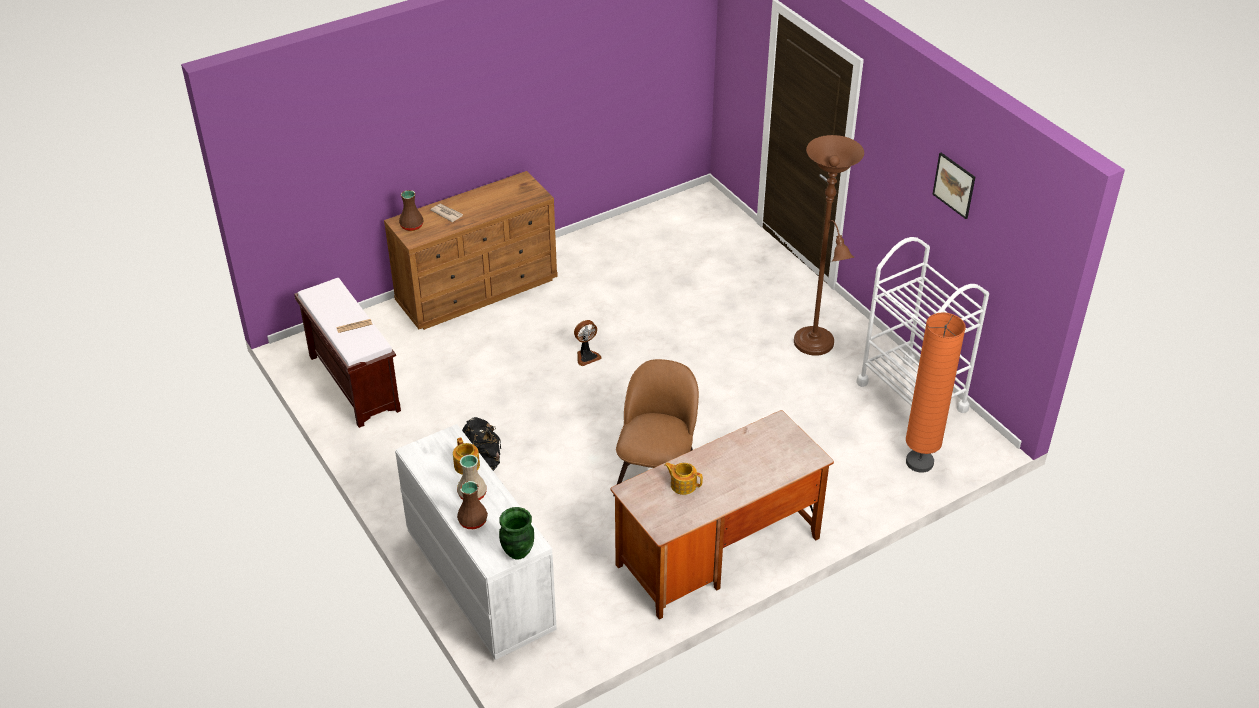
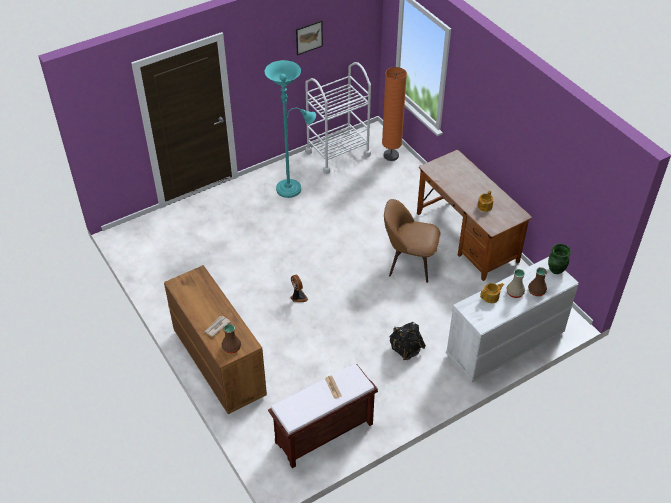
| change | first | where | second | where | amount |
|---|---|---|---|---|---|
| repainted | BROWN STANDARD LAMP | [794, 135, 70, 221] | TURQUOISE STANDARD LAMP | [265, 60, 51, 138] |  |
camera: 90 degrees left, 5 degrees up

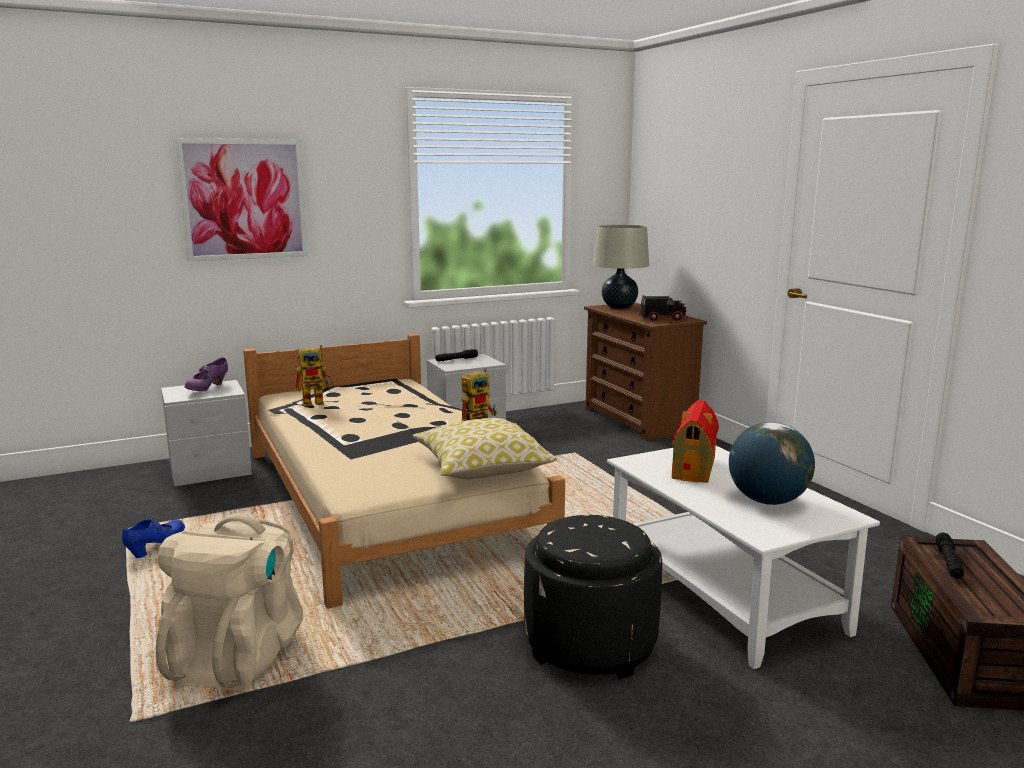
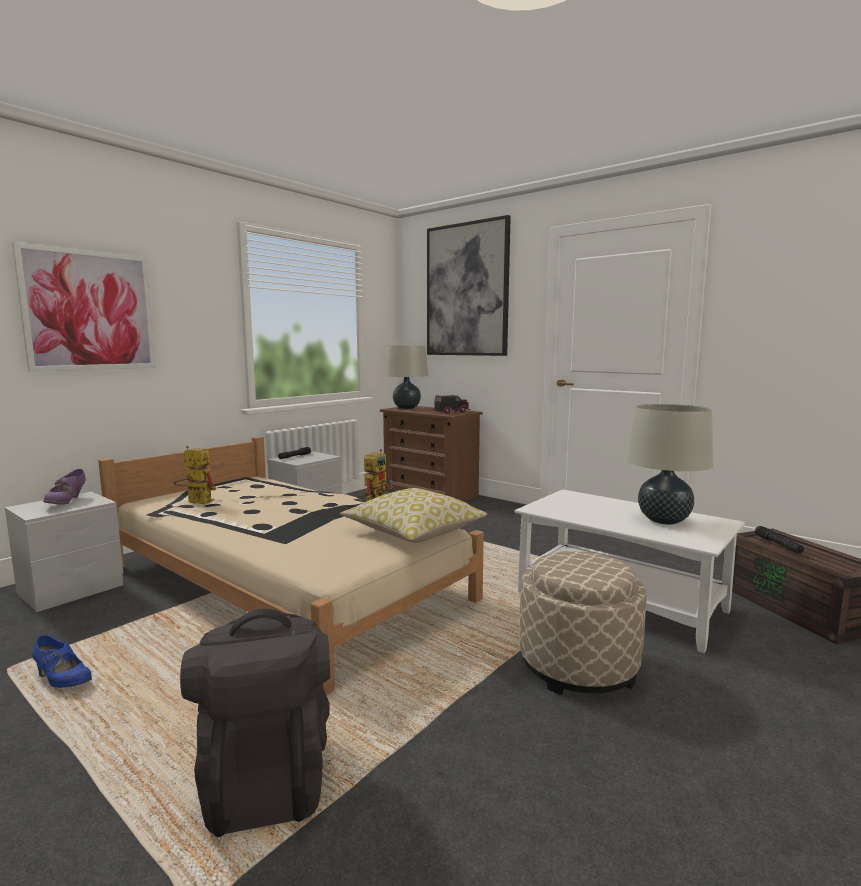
| change | first | where | second | where | amount |
|---|---|---|---|---|---|
| rotated | BLUISH SHOE | [122, 519, 63, 39] |  | [32, 635, 60, 53] | 120 degrees clockwise |
| repainted | BEIGE-COLOURED KNAPSACK | [155, 513, 148, 177] | BLACK-COLOURED KNAPSACK | [180, 609, 150, 228] |  |
| rotated | MODEL ROBOT | [295, 345, 38, 61] |  | [174, 446, 42, 59] | 120 degrees counterclockwise |
| repainted | BLACK-COLOURED FOOTREST | [524, 515, 138, 164] | BEIGE-COLOURED FOOTREST | [519, 551, 127, 144] |  |
| gone | MINIATURE HOUSE | [672, 400, 47, 83] |  |  |  |
| swapped | GLOBE | [729, 422, 86, 83] | BEIGE-COLOURED TABLE LAMP | [626, 404, 88, 121] |  |
| new |  |  | PICTURE | [427, 215, 84, 141] |  |
camera: 25 degrees left, 5 degrees down

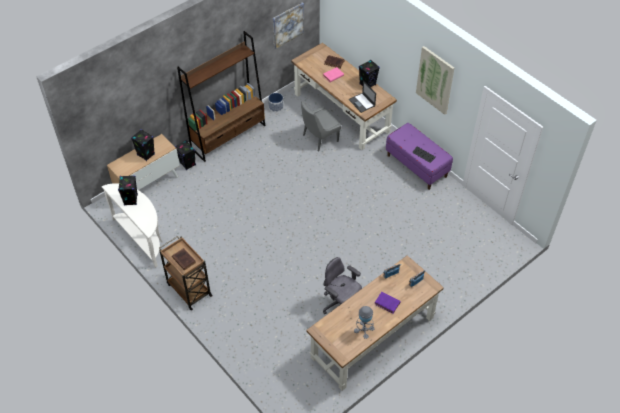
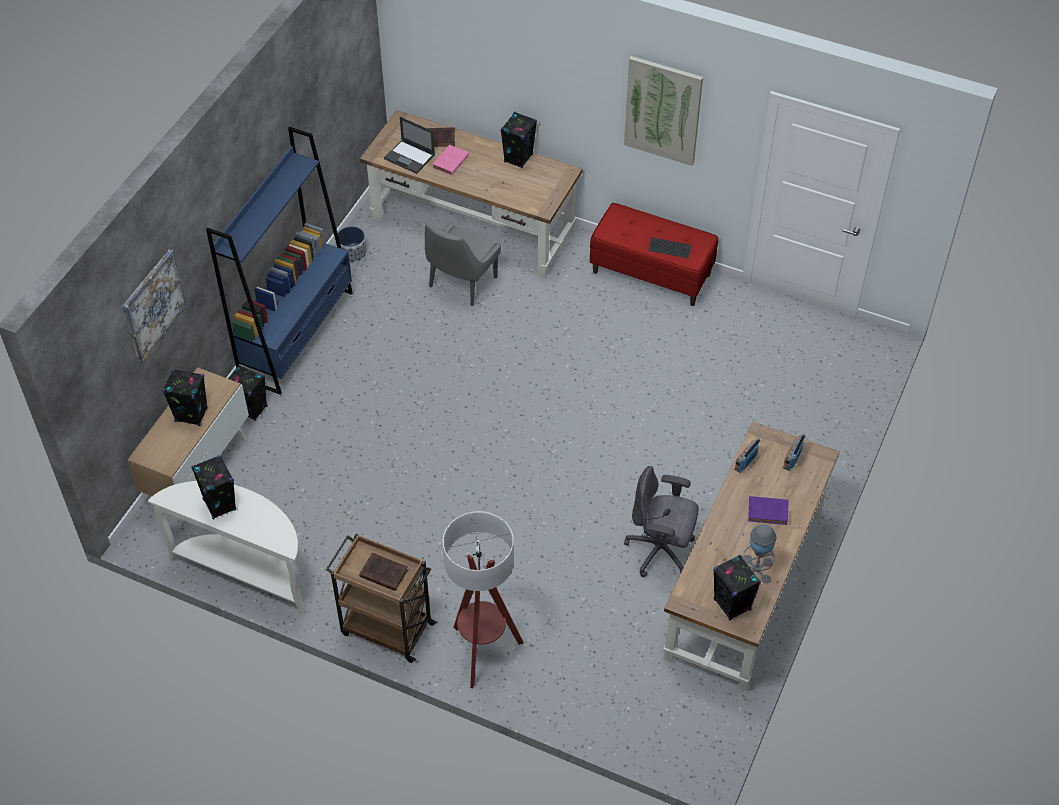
| change | first | where | second | where | amount |
|---|---|---|---|---|---|
| repainted | BROWN BOOKSHELF | [177, 31, 88, 131] | BLUISH BOOKSHELF | [206, 127, 147, 268] |  |
| shifted | PICTURE | [273, 2, 31, 47] |  | [122, 250, 65, 113] |  |
| shifted | LAPTOP | [349, 80, 27, 33] |  | [384, 117, 51, 57] |  |
| repainted | PURPLISH BENCH | [386, 123, 67, 67] | RED BENCH | [590, 203, 128, 103] |  |
| new |  |  | STANDARD LAMP | [443, 511, 81, 177] |  |
| new |  |  | BLACK-COLOURED AUDIO SPEAKER | [713, 555, 48, 66] |  |
camera: 25 degrees left, 0 degrees up

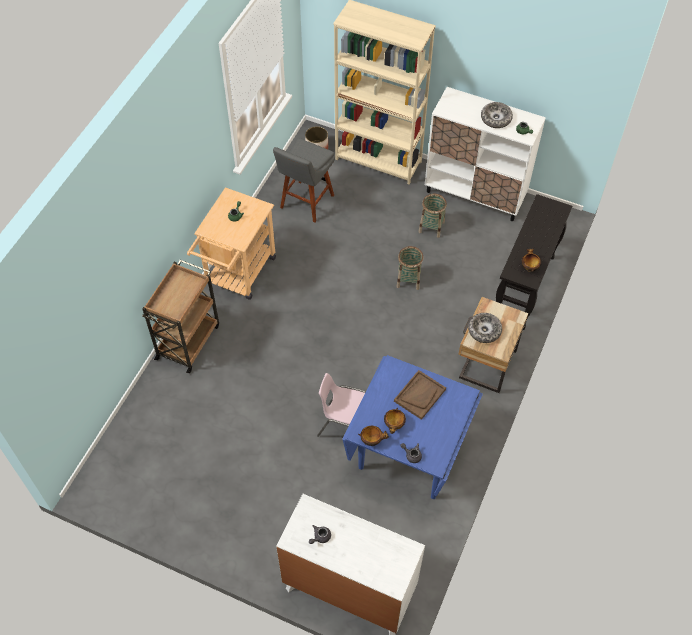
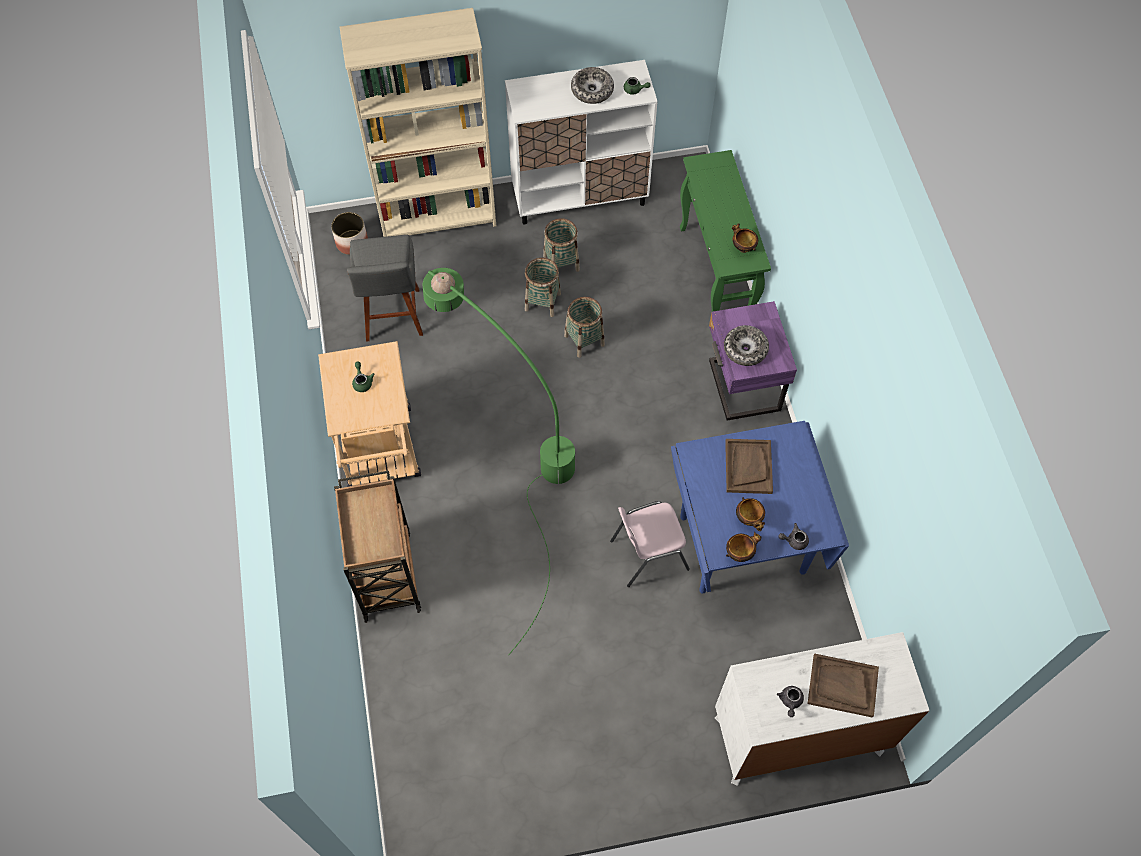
| change | first | where | second | where | amount |
|---|---|---|---|---|---|
| repainted | BEIGE-COLOURED BEDSIDE TABLE | [458, 297, 70, 96] | PURPLISH BEDSIDE TABLE | [709, 301, 88, 120] |  |
| repainted | BLACK-COLOURED CONSOLE TABLE | [496, 194, 76, 136] | GREEN-COLOURED CONSOLE TABLE | [680, 150, 91, 162] |  |
| new |  |  | GREEN-COLOURED STANDARD LAMP | [423, 268, 152, 387] |  |
| new |  |  | BASKET | [525, 258, 36, 59] |  |
| new |  |  | BROWN TRAY | [808, 654, 71, 64] |  |
camera: 35 degrees left, 5 degrees up

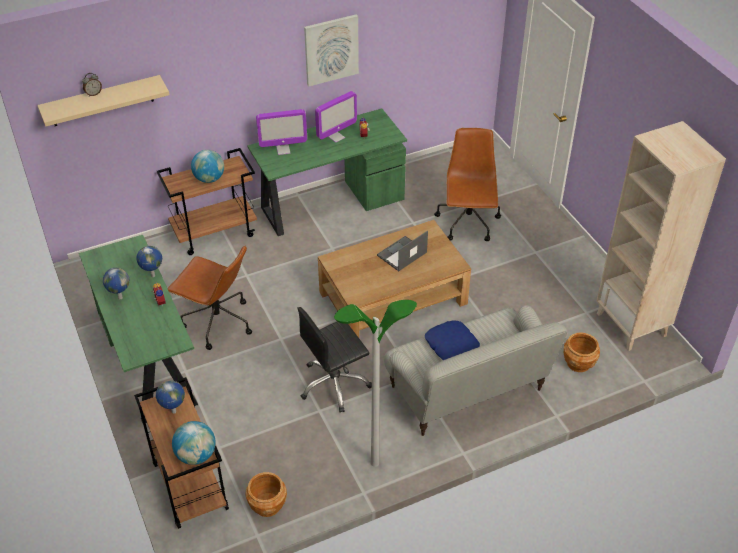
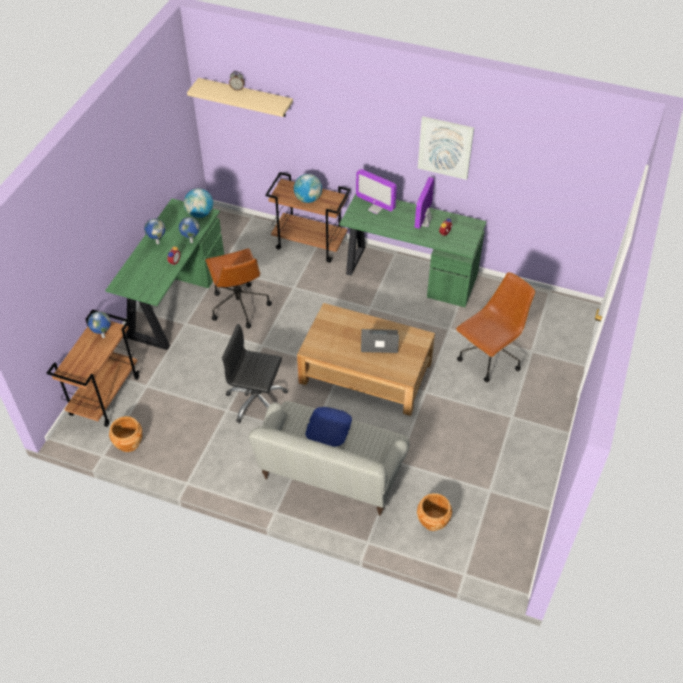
| change | first | where | second | where | amount |
|---|---|---|---|---|---|
| shifted | GLOBE | [172, 421, 44, 44] |  | [184, 188, 29, 30] |  |
| rotated | COMPUTER SCREEN | [315, 91, 42, 52] |  | [415, 177, 19, 52] | 105 degrees clockwise |
| gone | STANDARD LAMP | [334, 300, 83, 167] |  |  |  |
| gone | BEIGE-COLOURED BOOKSHELF | [596, 121, 130, 230] |  |  |  |
camera: 45 degrees right, 5 degrees up

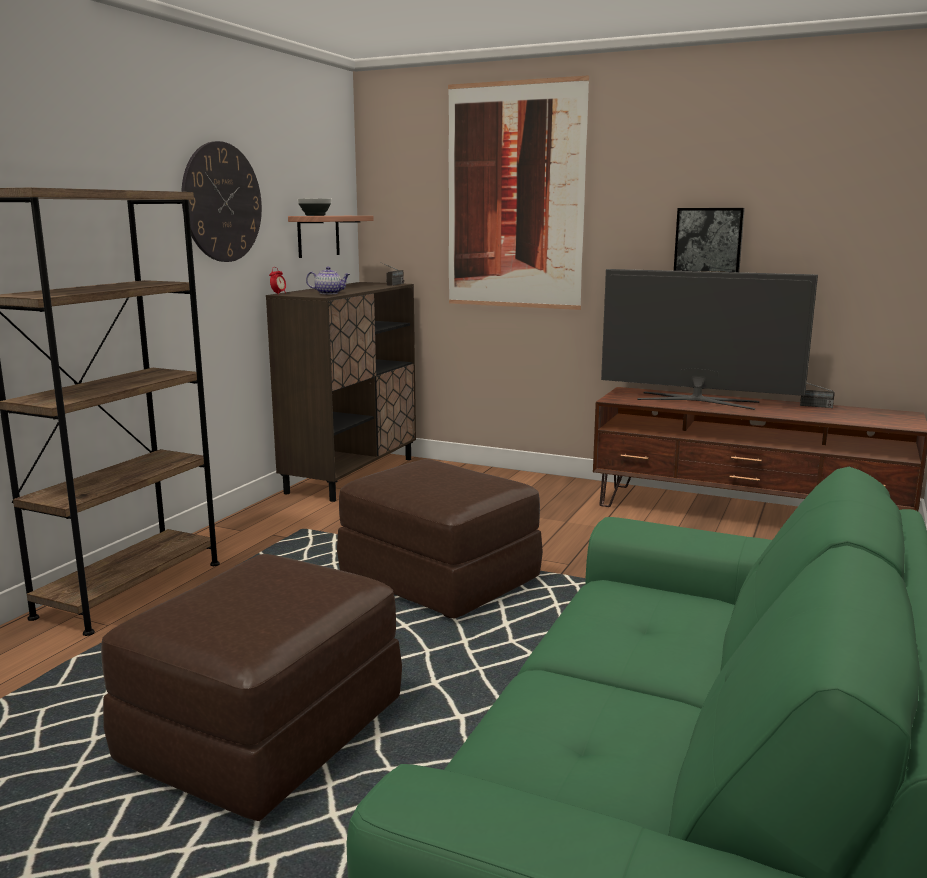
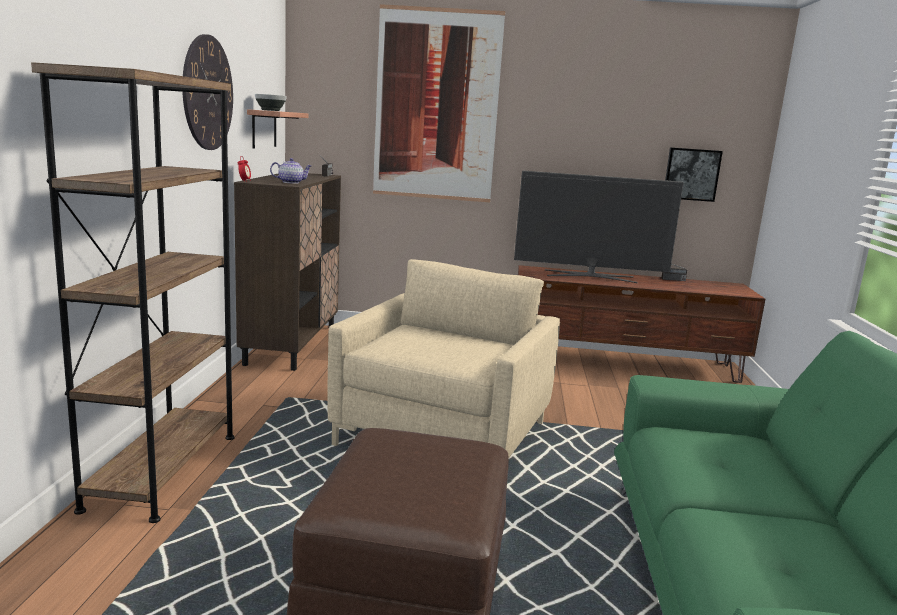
| change | first | where | second | where | amount |
|---|---|---|---|---|---|
| swapped | BROWN FOOTREST | [337, 459, 206, 159] | BEIGE-COLOURED EASY CHAIR | [328, 259, 232, 198] |  |
| shifted | PICTURE | [674, 208, 71, 64] |  | [665, 147, 58, 55] |  |
camera: 20 degrees left, 0 degrees up

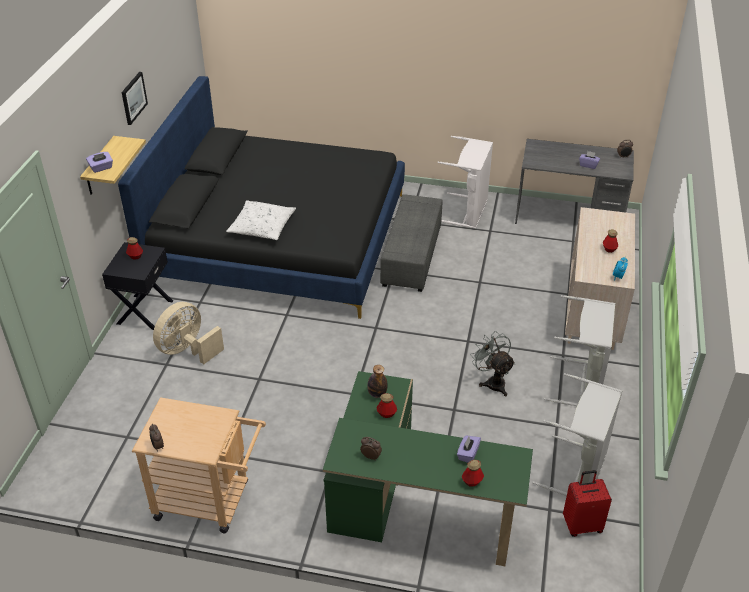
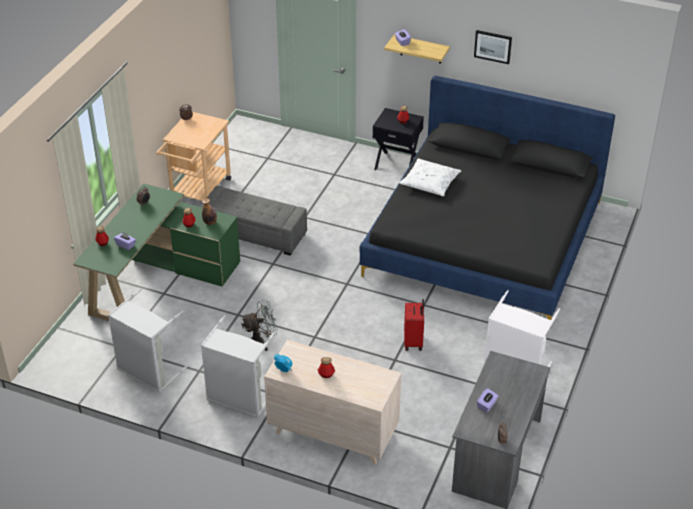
| change | first | where | second | where | amount |
|---|---|---|---|---|---|
| gone | BEIGE-COLOURED COOLING FAN | [153, 302, 71, 62] |  |  |  |
| shifted | GRAY FOOTREST | [380, 194, 63, 98] |  | [200, 186, 107, 70] |  |
| shifted | RED SUITCASE | [563, 470, 49, 67] |  | [404, 299, 20, 52] |  |
camera: 100 degrees right, 0 degrees up

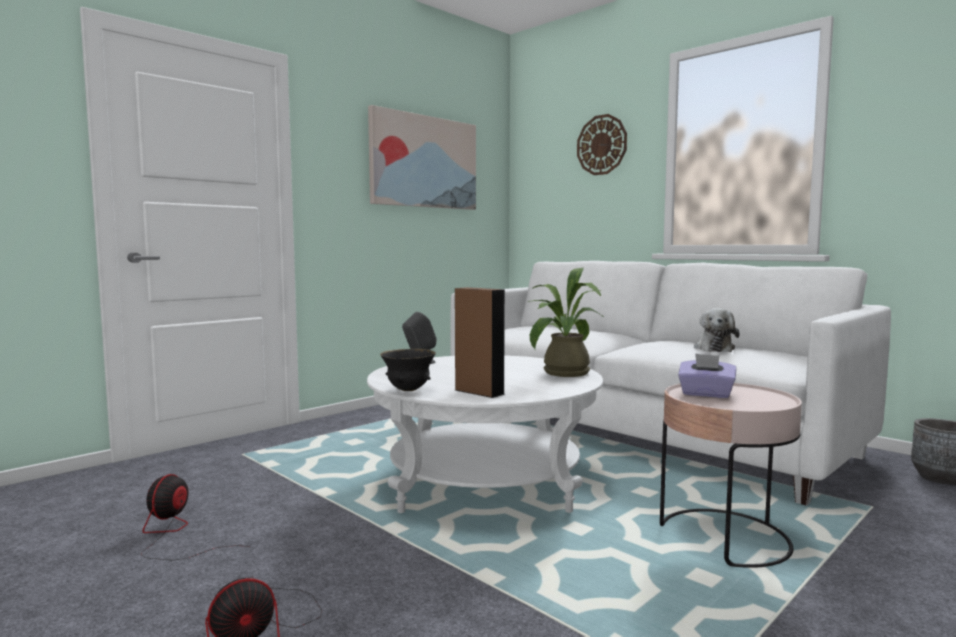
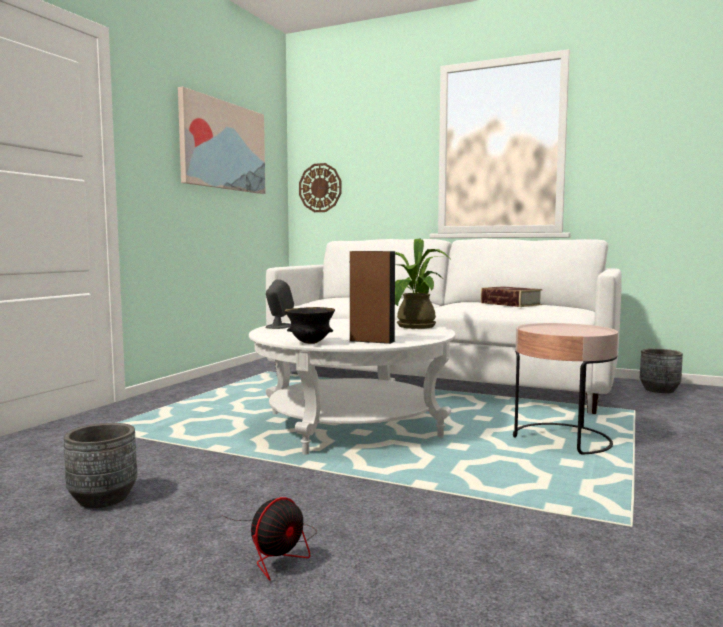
| change | first | where | second | where | amount |
|---|---|---|---|---|---|
| swapped | COOLING FAN | [141, 474, 108, 86] | GRAY FLOWER POT | [64, 423, 73, 85] |  |
| shifted | CLOCK ON THE WALL | [577, 114, 50, 61] |  | [299, 163, 42, 49] |  |
| gone | PURPLISH TISSUE BOX | [678, 353, 58, 45] |  |  |  |
| swapped | CUDDLY TOY | [694, 308, 46, 44] | VOLUME | [481, 286, 62, 21] |  |
camera: 20 degrees left, 0 degrees up

